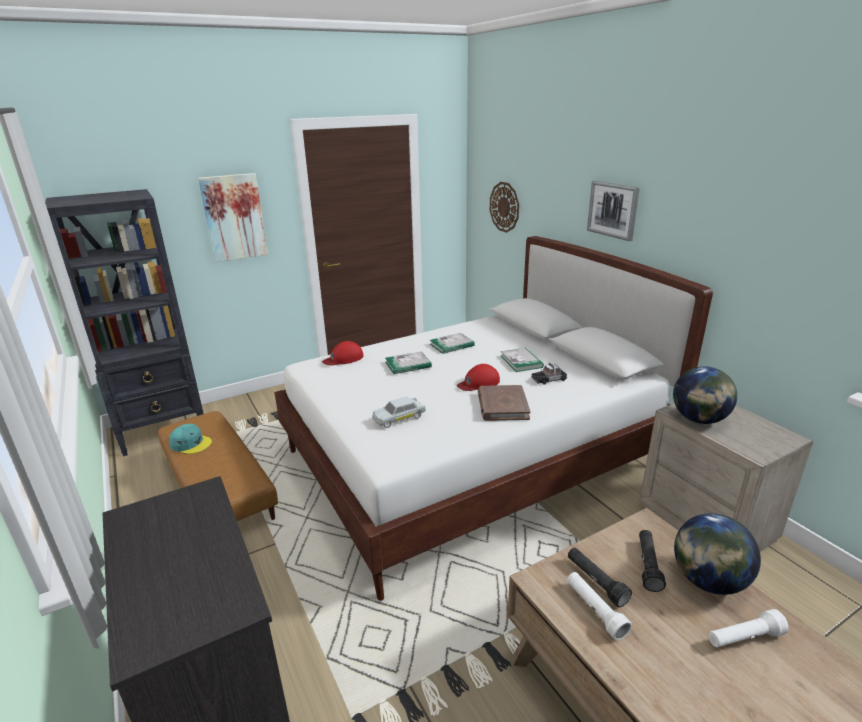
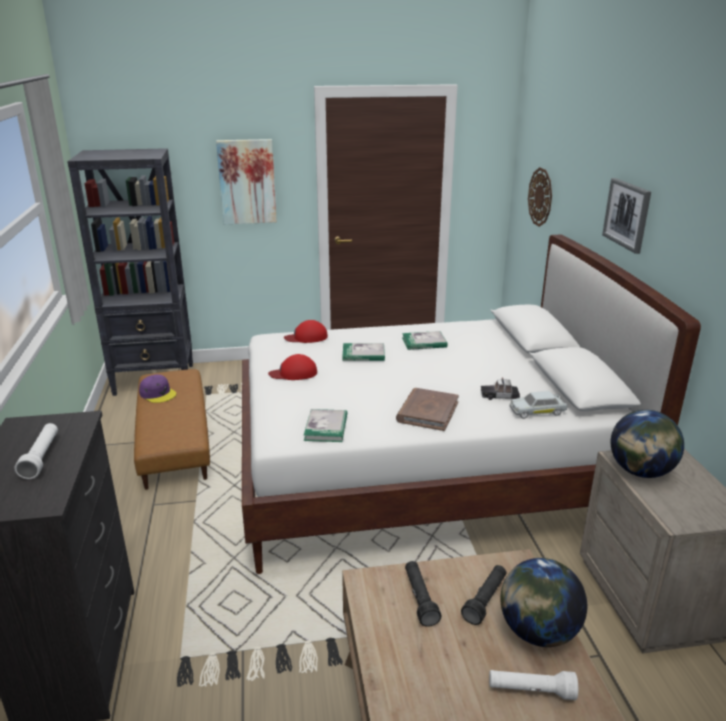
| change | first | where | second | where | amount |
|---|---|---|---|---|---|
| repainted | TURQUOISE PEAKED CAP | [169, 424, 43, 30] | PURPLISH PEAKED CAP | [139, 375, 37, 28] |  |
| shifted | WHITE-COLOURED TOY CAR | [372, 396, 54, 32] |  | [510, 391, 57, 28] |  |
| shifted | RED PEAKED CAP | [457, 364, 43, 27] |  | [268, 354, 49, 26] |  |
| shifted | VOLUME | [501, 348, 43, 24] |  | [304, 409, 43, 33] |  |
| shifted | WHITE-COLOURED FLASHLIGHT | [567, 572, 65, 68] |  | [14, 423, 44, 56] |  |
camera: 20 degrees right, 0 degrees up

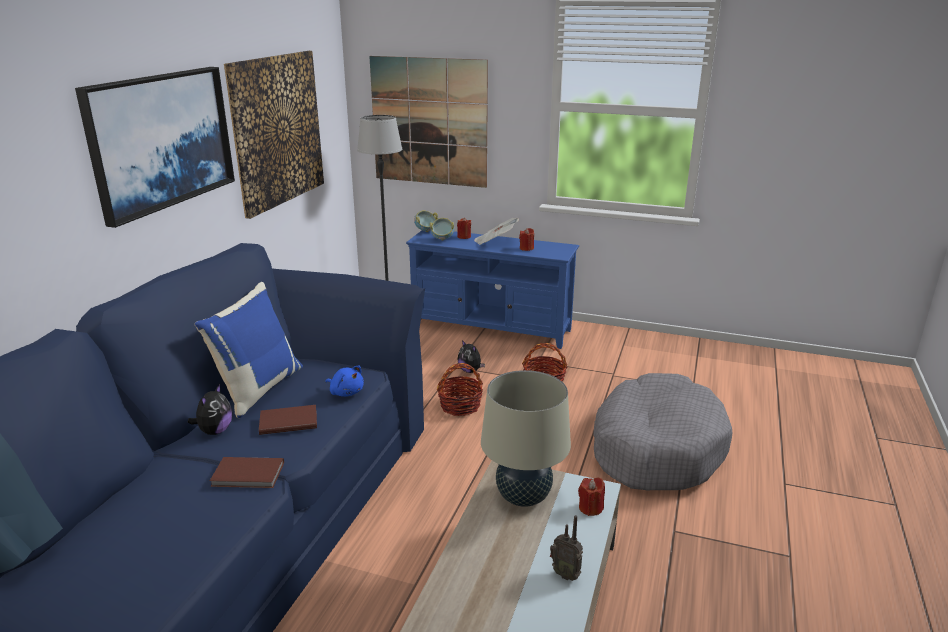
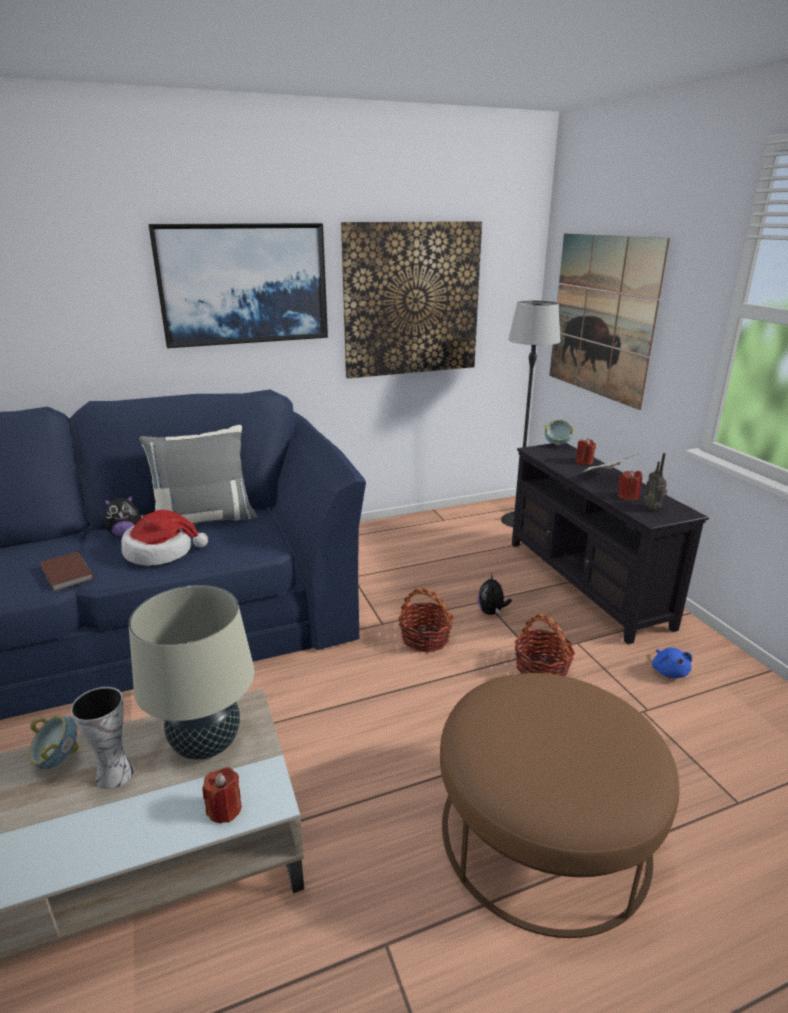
| change | first | where | second | where | amount |
|---|---|---|---|---|---|
| repainted | BLUISH PILLOW | [195, 282, 108, 136] | GRAY PILLOW | [139, 425, 119, 99] |  |
| swapped | BROWN VOLUME | [259, 405, 58, 30] | WEARABLE HAT | [121, 510, 87, 56] |  |
| shifted | BLUISH CUDDLY TOY | [325, 366, 39, 31] |  | [652, 647, 40, 31] |  |
| repainted | BLUISH MEDIA CONSOLE | [406, 230, 173, 119] | BLACK-COLOURED MEDIA CONSOLE | [512, 443, 197, 201] |  |
| shifted | DEEP DISH | [430, 218, 24, 23] |  | [29, 715, 50, 55] |  |
| shifted | RADIO SET | [550, 515, 33, 66] |  | [645, 453, 22, 57] |  |
| swapped | GRAY DOG BED | [593, 373, 139, 118] | BROWN FOOTREST | [440, 673, 240, 265] |  |
| new |  |  | DECORATIVE VASE | [71, 687, 63, 102] |  |
camera: 50 degrees right, 0 degrees up

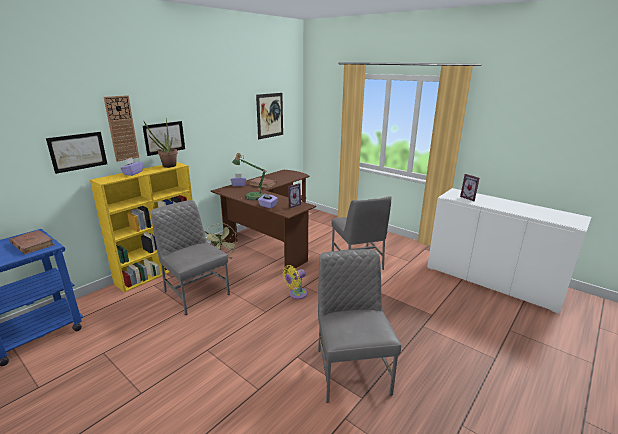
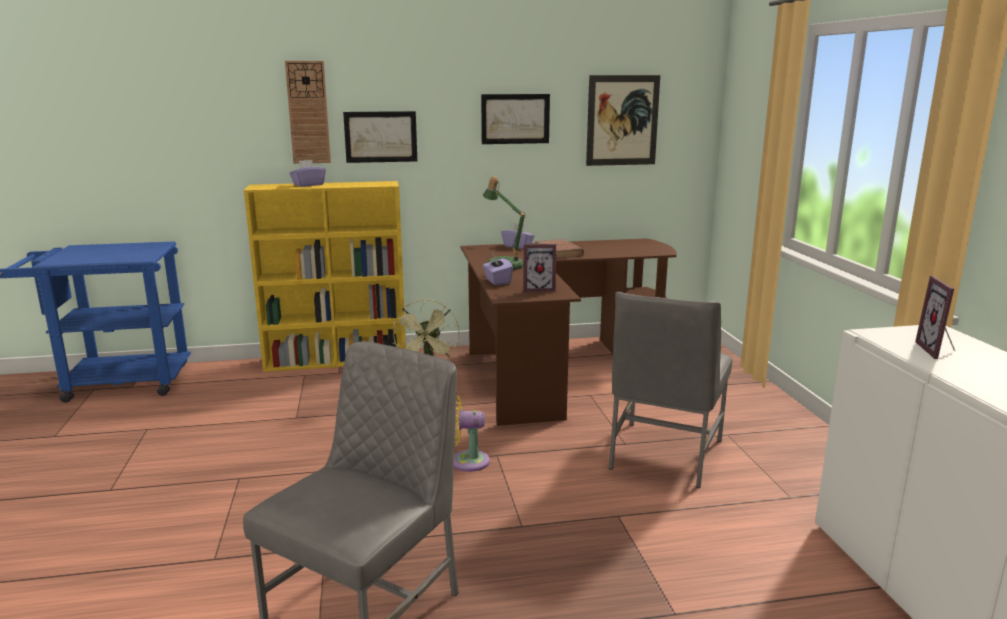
| change | first | where | second | where | amount |
|---|---|---|---|---|---|
| gone | BROWN VOLUME | [10, 230, 45, 24] |  |  |  |
| shifted | PICTURE | [46, 132, 61, 42] |  | [481, 94, 69, 50] |  |
| gone | PLANT IN A POT | [144, 118, 34, 50] |  |  |  |
| gone | GRAY CHAIR | [150, 200, 80, 115] |  |  |  |
camera: 40 degrees right, 5 degrees down

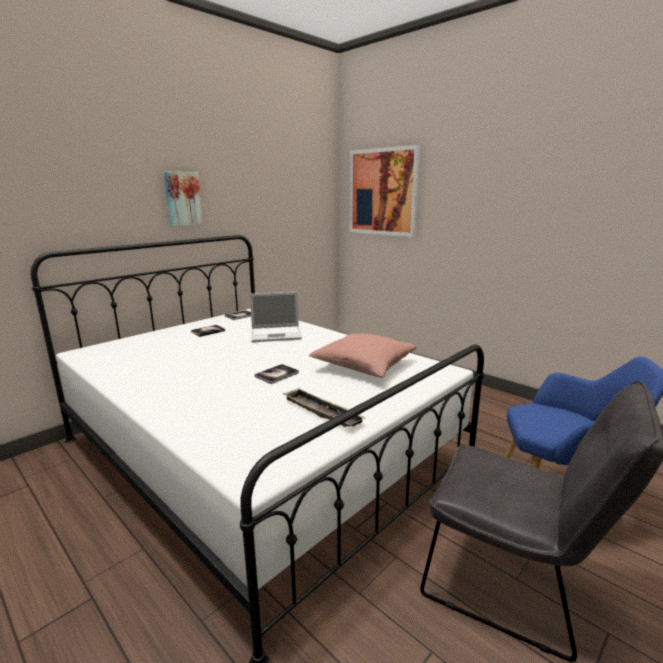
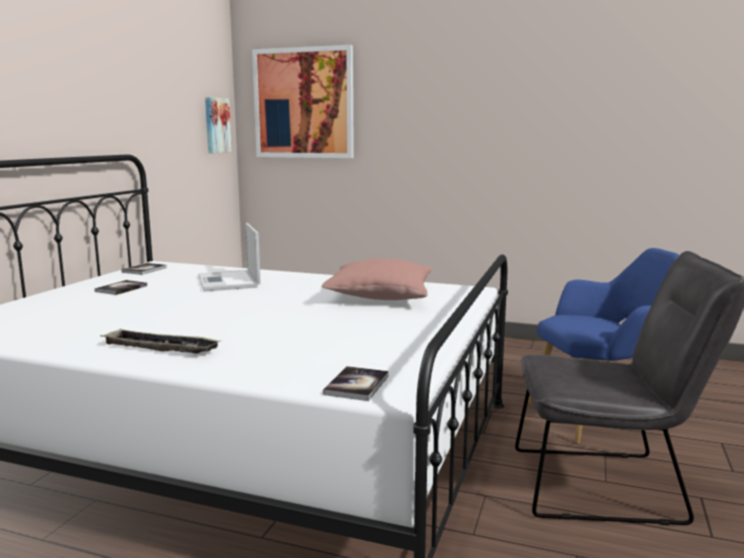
| change | first | where | second | where | amount |
|---|---|---|---|---|---|
| shifted | PICTURE | [164, 171, 39, 55] |  | [205, 97, 27, 56] |  |
| rotated | LAPTOP | [250, 292, 52, 50] |  | [198, 223, 63, 68] | 105 degrees clockwise |
| shifted | VOLUME | [255, 364, 44, 20] |  | [323, 366, 66, 35] |  |
| shifted | TRAY | [283, 388, 83, 39] |  | [100, 328, 121, 26] |  |
camera: 25 degrees left, 5 degrees down

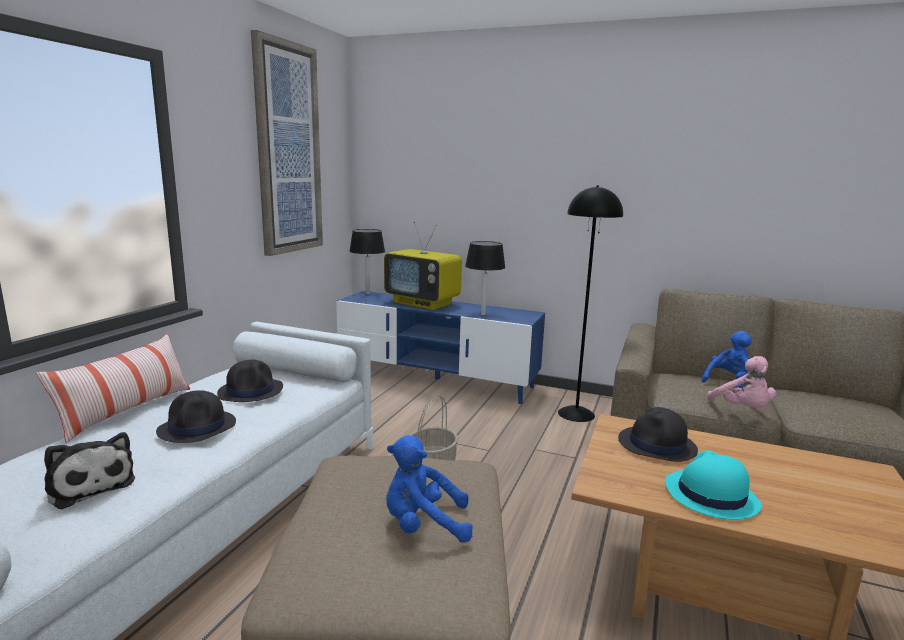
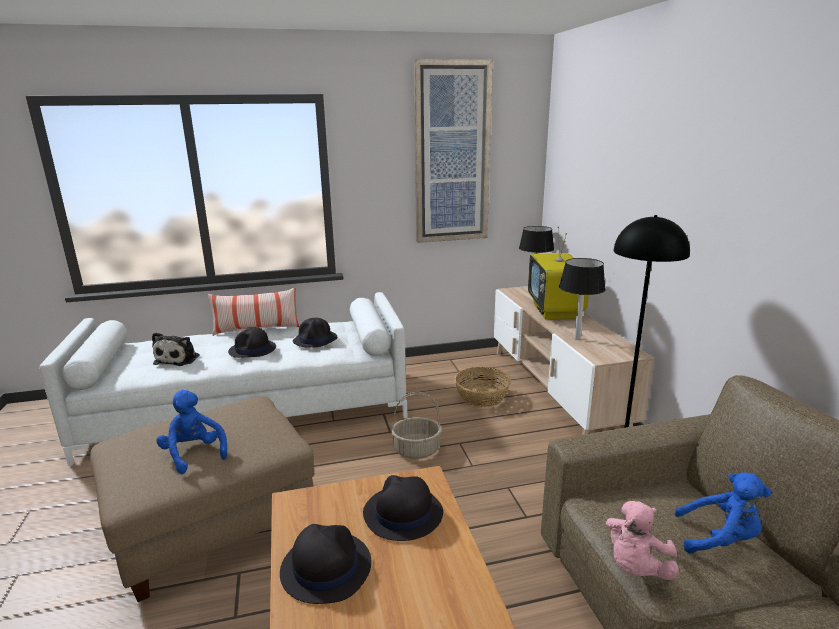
| change | first | where | second | where | amount |
|---|---|---|---|---|---|
| repainted | BLUISH MEDIA CONSOLE | [336, 291, 209, 113] | BEIGE-COLOURED MEDIA CONSOLE | [494, 286, 160, 149] |  |
| repainted | TURQUOISE WEARABLE HAT | [665, 450, 97, 70] | BLACK-COLOURED WEARABLE HAT | [280, 524, 91, 80] |  |
| new |  |  | BASKET | [454, 367, 57, 40] |  |
camera: 55 degrees right, 5 degrees up

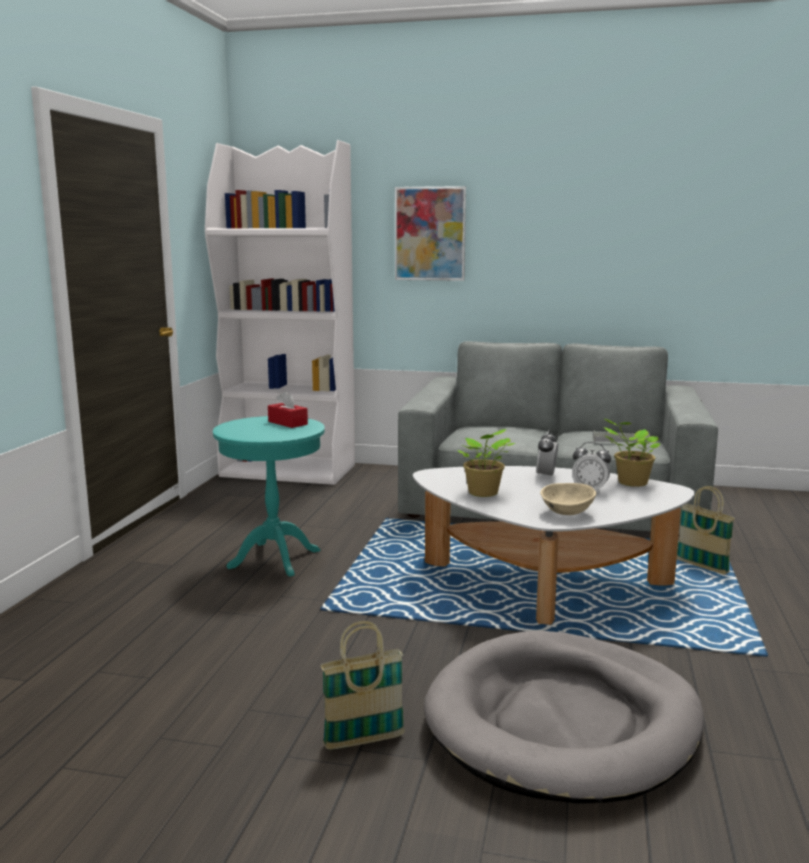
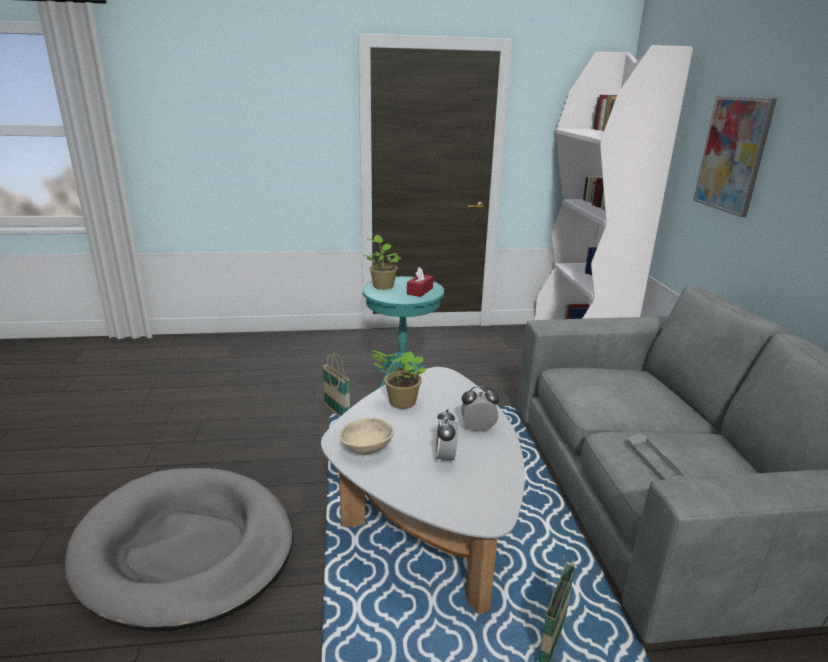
| change | first | where | second | where | amount |
|---|---|---|---|---|---|
| shifted | BASKET | [320, 621, 85, 129] |  | [322, 353, 28, 64] |  |
| shifted | PLANT IN A POT | [603, 418, 57, 69] |  | [362, 235, 39, 55] |  |
camera: 70 degrees right, 10 degrees up

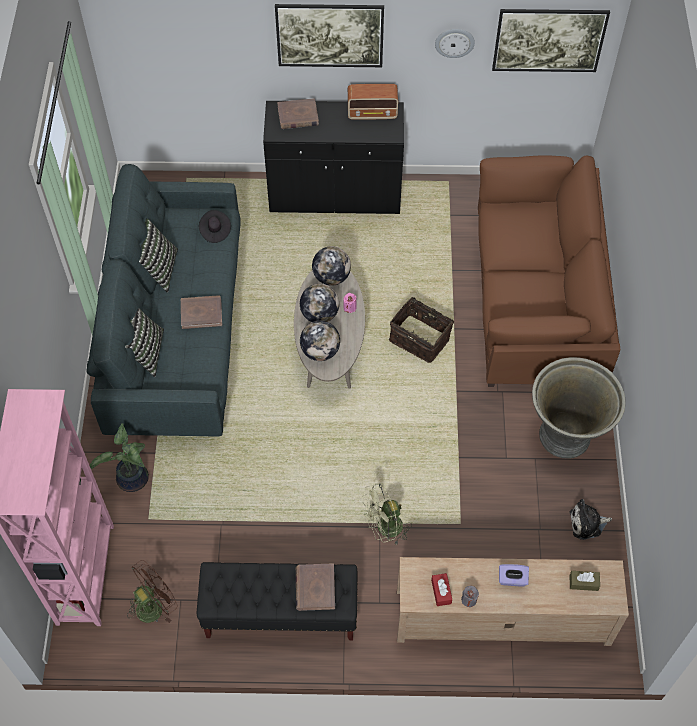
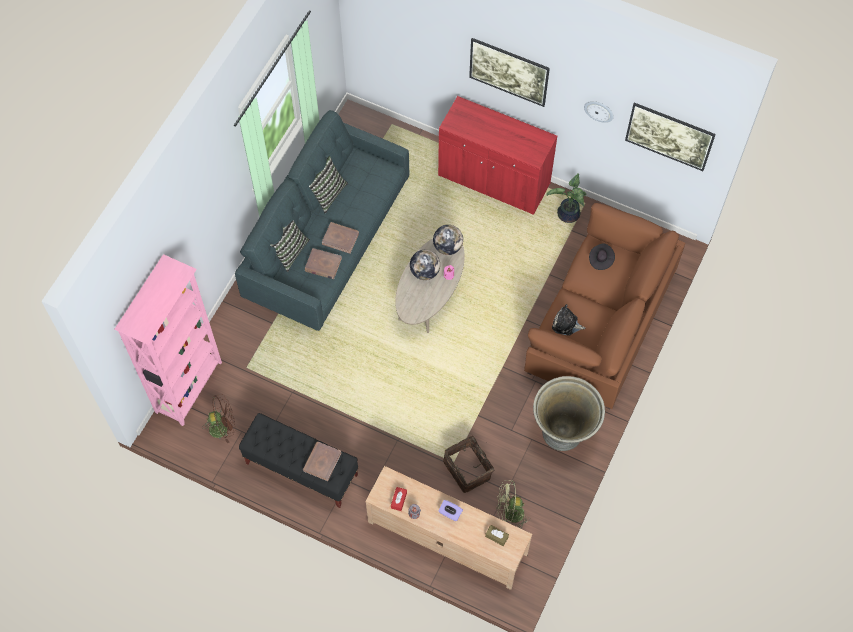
| change | first | where | second | where | amount |
|---|---|---|---|---|---|
| shifted | PLANT IN A POT | [90, 423, 59, 69] |  | [547, 174, 39, 49] |  |
| shifted | BLACK-COLOURED WEARABLE HAT | [199, 210, 32, 33] |  | [589, 243, 26, 27] |  |
| repainted | BLACK-COLOURED CUPBOARD | [263, 101, 141, 113] | RED CUPBOARD | [438, 96, 120, 119] |  |
| shifted | BROWN VOLUME | [277, 98, 42, 31] |  | [305, 248, 37, 31] |  |
| gone | GLOBE | [300, 321, 40, 40] |  |  |  |
| gone | RADIO SET | [348, 84, 50, 36] |  |  |  |
| shifted | GREEN-COLOURED COOLING FAN | [362, 483, 50, 63] |  | [497, 480, 33, 48] |  |
| shifted | BASKET | [389, 297, 65, 66] |  | [443, 436, 51, 57] |  |
| shifted | CUDDLY TOY | [569, 499, 43, 41] |  | [552, 304, 33, 32] |  |
camera: 25 degrees right, 5 degrees up

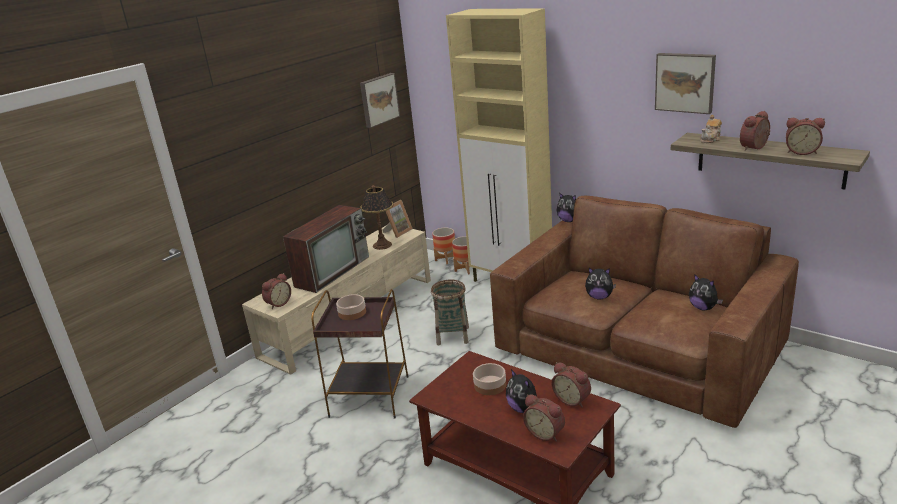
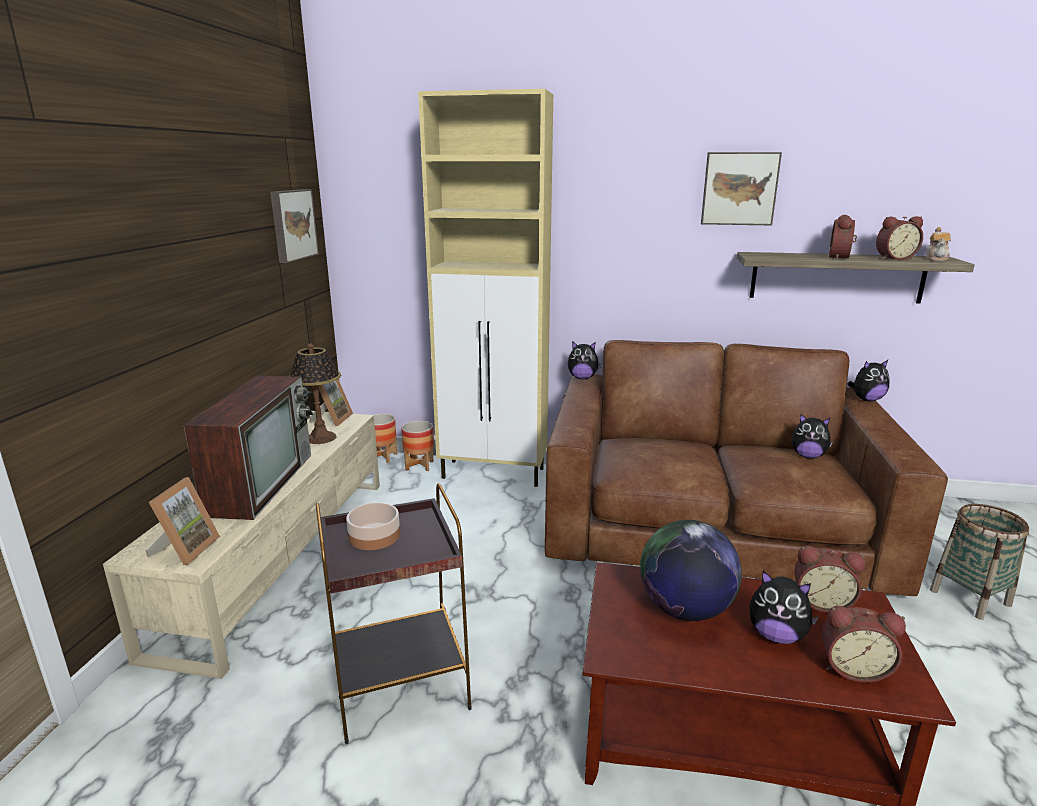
| change | first | where | second | where | amount |
|---|---|---|---|---|---|
| swapped | TABLE CLOCK | [262, 273, 29, 36] | STANDING FRAME | [145, 477, 75, 88] |  |
| shifted | BASKET | [431, 280, 38, 65] |  | [930, 504, 99, 116] |  |
| swapped | DEEP DISH | [473, 363, 33, 32] | GLOBE | [640, 520, 102, 101] |  |
| shifted | CUDDLY TOY | [585, 268, 31, 32] |  | [848, 360, 42, 41] |  |
| shifted | TEAPOT | [700, 115, 22, 28] |  | [926, 227, 25, 34] |  |
camera: 30 degrees left, 5 degrees down

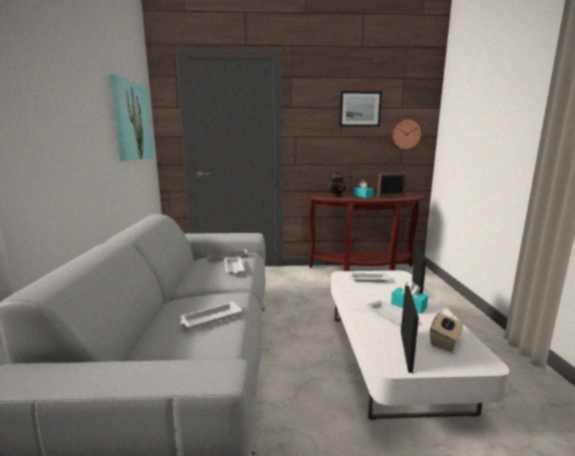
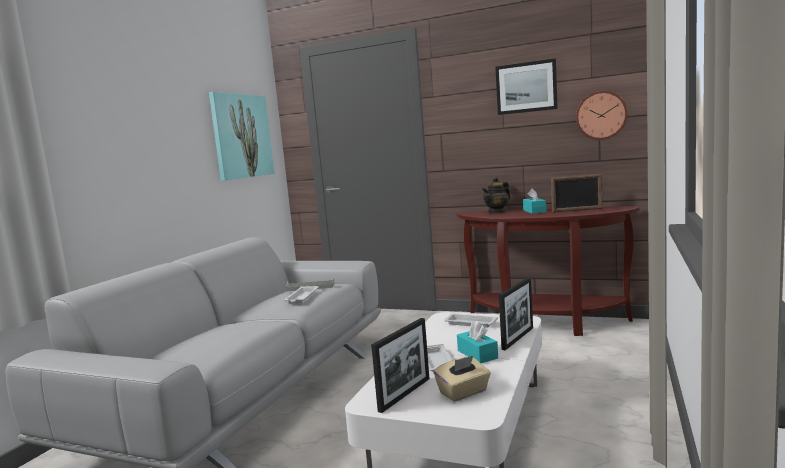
| change | first | where | second | where | amount |
|---|---|---|---|---|---|
| gone | WHITE-COLOURED TRAY | [180, 301, 62, 28] |  |  |  |
camera: 25 degrees right, 5 degrees down

